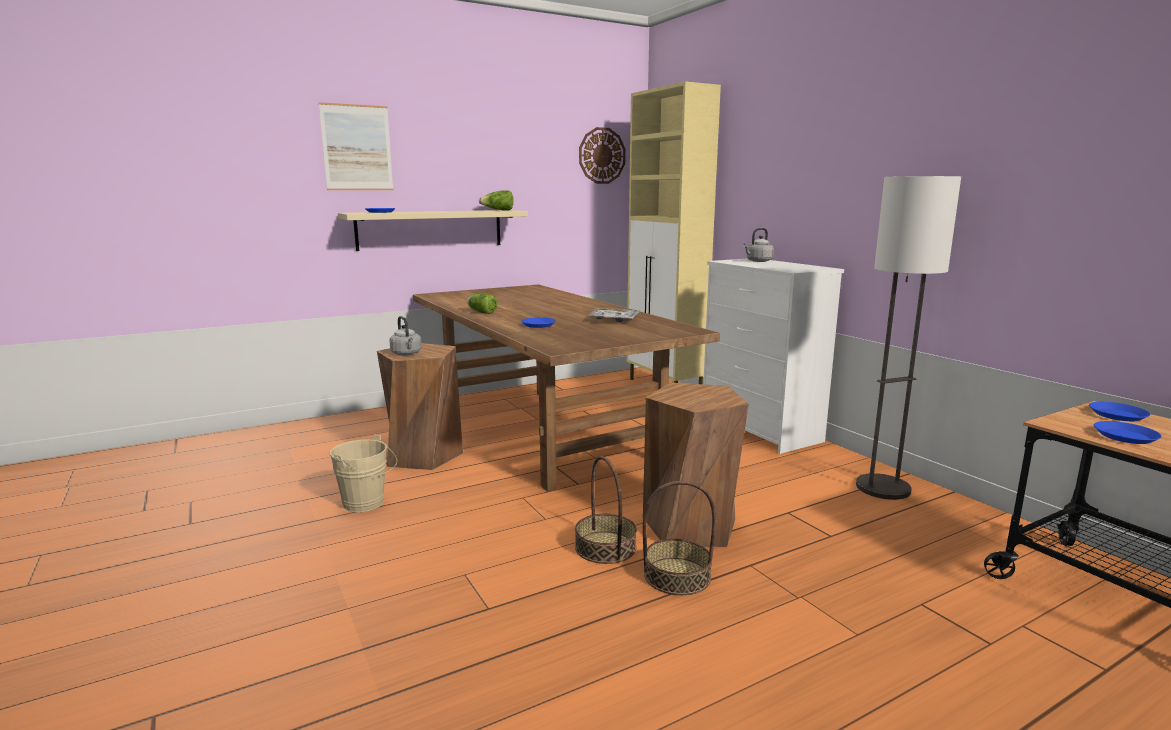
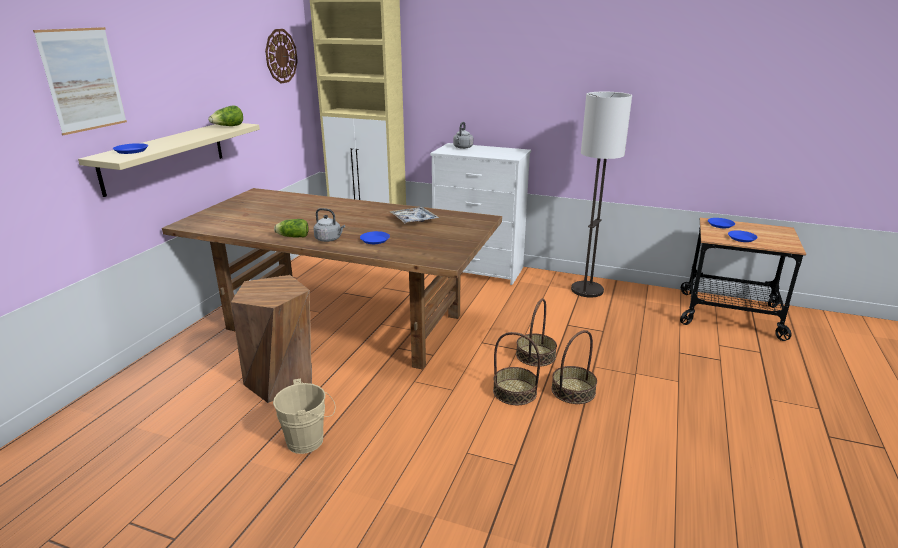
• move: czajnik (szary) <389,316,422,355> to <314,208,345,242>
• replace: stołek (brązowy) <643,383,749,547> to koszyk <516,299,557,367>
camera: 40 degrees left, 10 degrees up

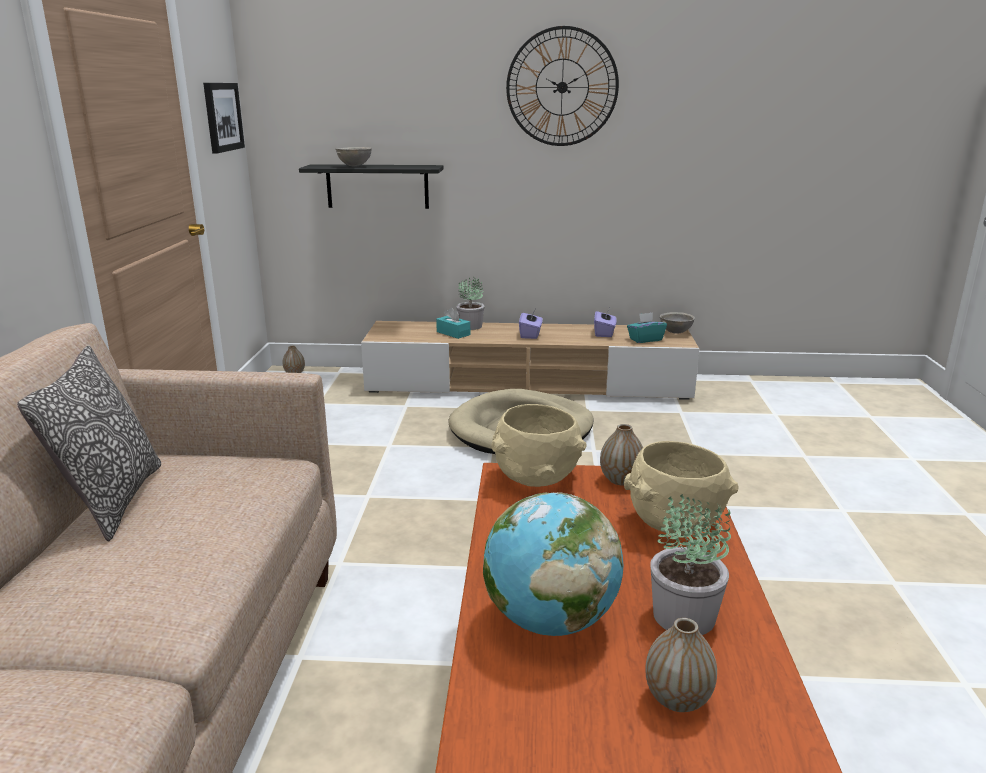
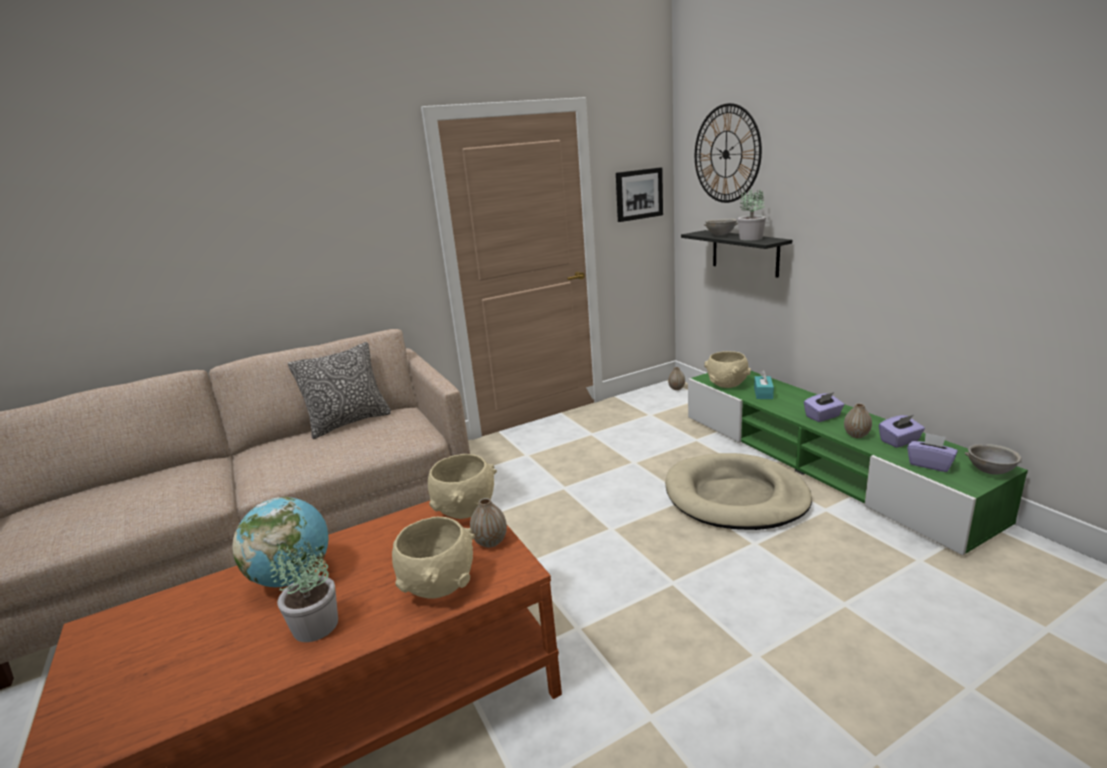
• recolor: szafka pod telewizor (beżowy) <361,321,700,400> to szafka pod telewizor (zielony) <688,371,1028,555>
• move: zegar ścienny <506,26,619,146> to <695,103,762,203>
• insert: miska (beżowy) <704,351,751,388>
• move: roślina doniczkowa <456,277,484,330> to <738,190,766,240>
• move: wazon <645,618,717,712> to <844,403,872,438>
• recolor: pudełko chusteczek (turkusowy) <627,312,667,343> to pudełko chusteczek (fioletowy) <907,433,958,472>
camera: 60 degrees right, 0 degrees up

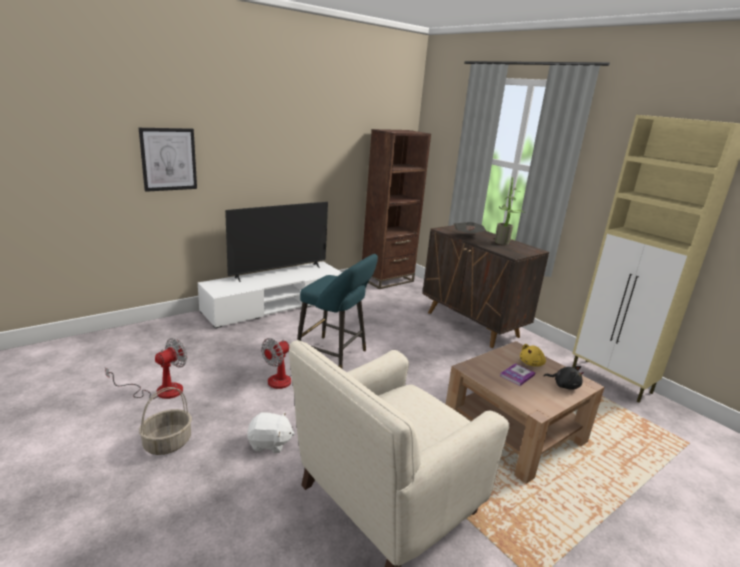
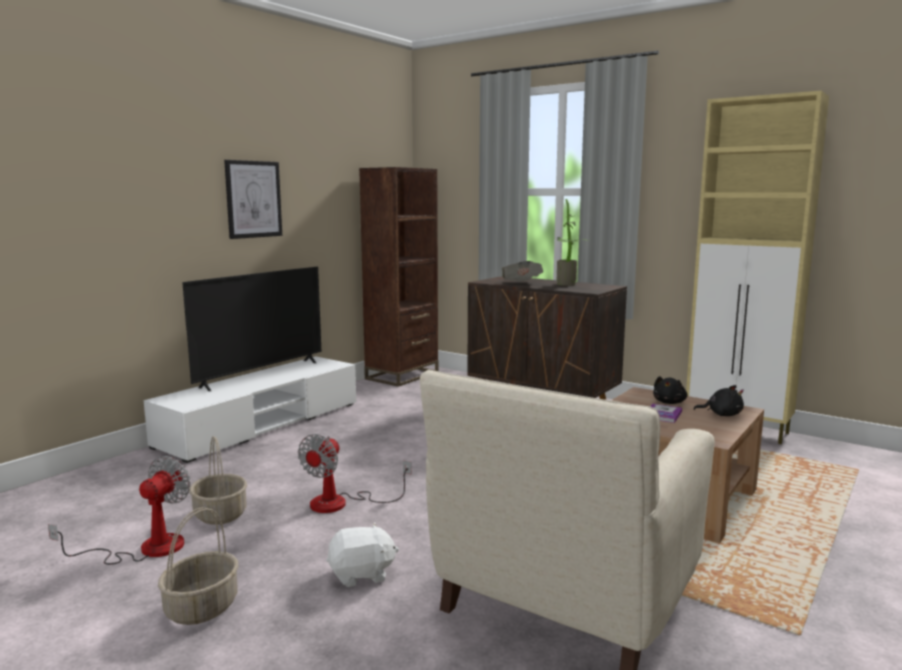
• insert: koszyk <189,436,247,525>
• move: obraz <139,128,197,192> to <224,160,282,239>
• recolor: pluszak (żółty) <520,344,546,367> to pluszak (czarny) <653,376,687,404>
• delete: stołek (turkusowy) <297,254,378,369>
camera: 15 degrees left, 10 degrees down

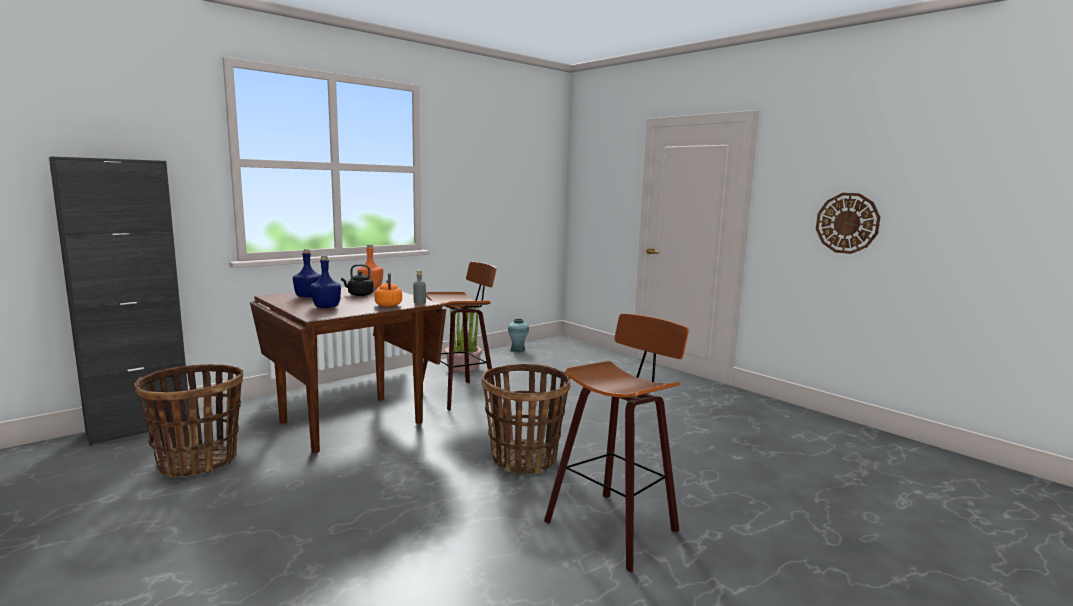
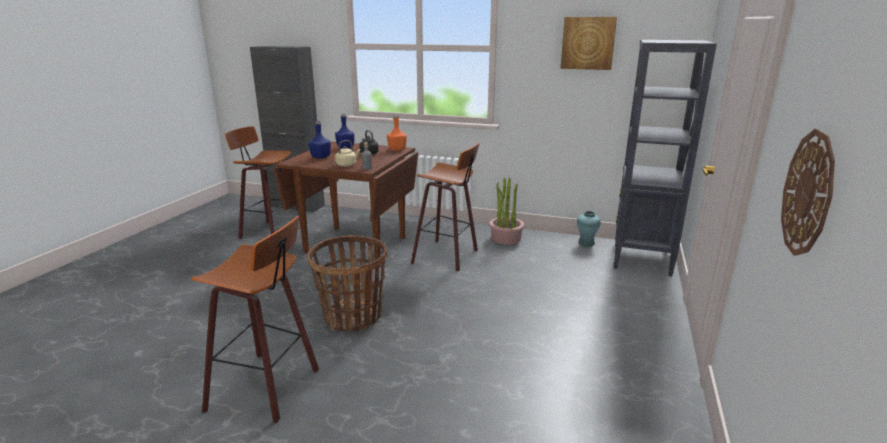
• replace: koszyk <134,364,243,478> to stołek <225,126,298,239>
• recolor: czajnik (pomarańczowy) <375,272,402,307> to czajnik (beżowy) <335,140,360,167>
• insert: obraz <560,17,617,70>
• insert: regał (czarny) <614,40,717,276>
camera: 60 degrees right, 10 degrees up

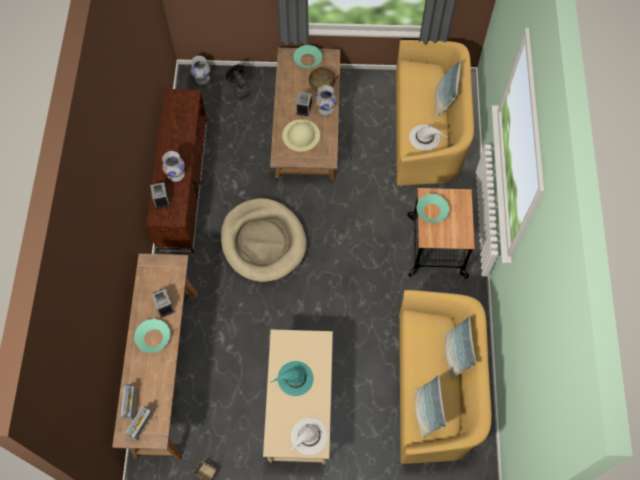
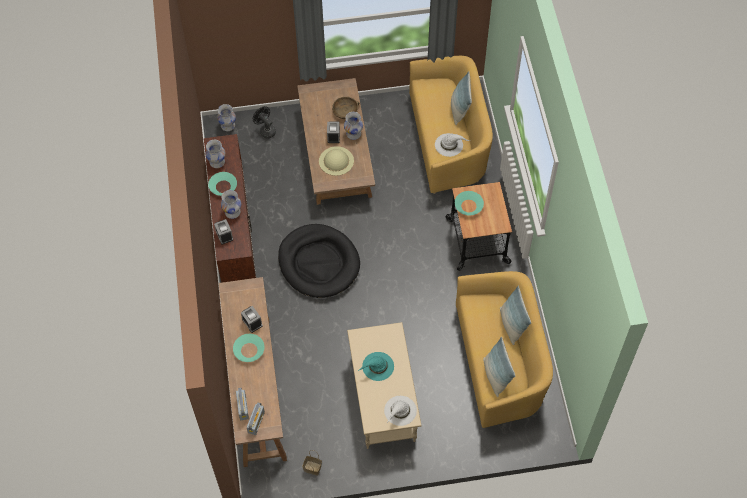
• insert: wazon (biały) <206,140,226,168>
• move: miska (turkusowy) <294,45,322,68> to <208,172,237,196>
• recolor: legowisko (beżowy) <221,198,307,282> to legowisko (czarny) <278,224,360,298>
camera: 10 degrees left, 5 degrees down

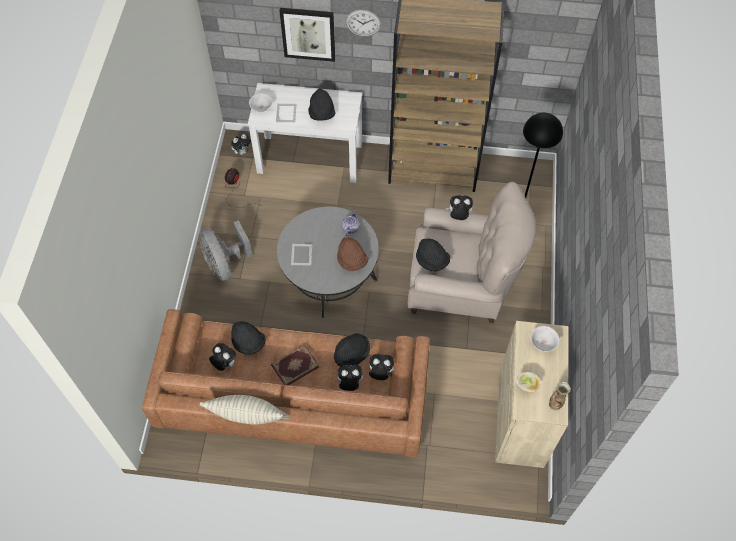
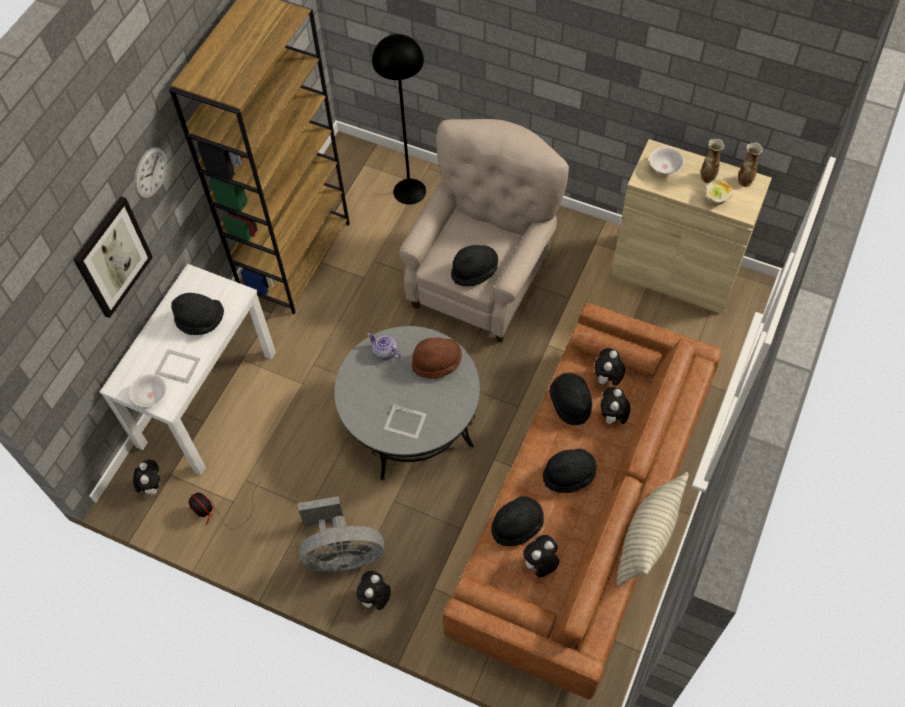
• move: pluszak <446,195,473,220> to <357,570,391,612>
• replace: książka <271,345,319,385> to kapelusz (czarny) <543,449,597,493>
• insert: wazon <701,139,725,183>
camera: 70 degrees left, 0 degrees up

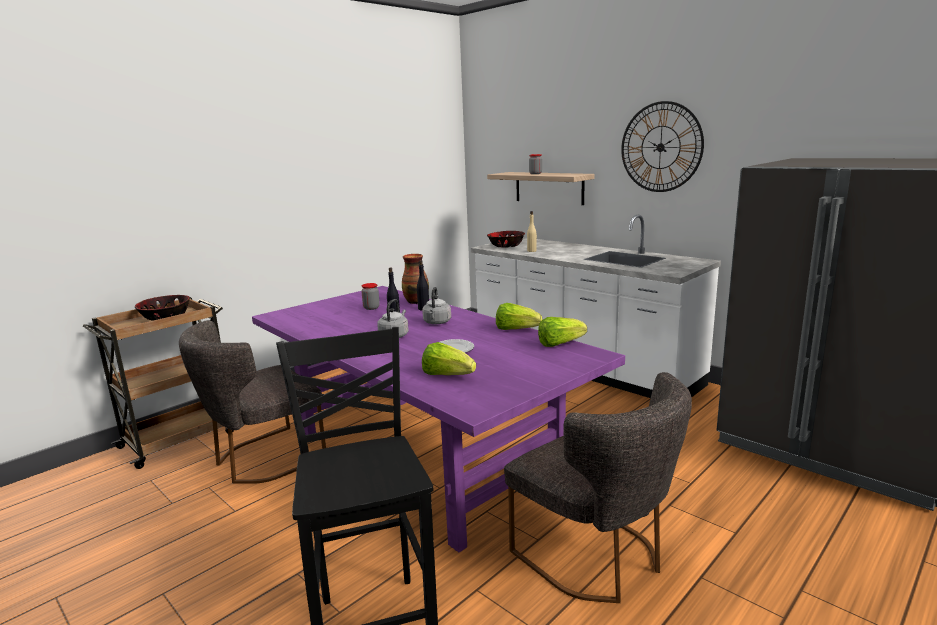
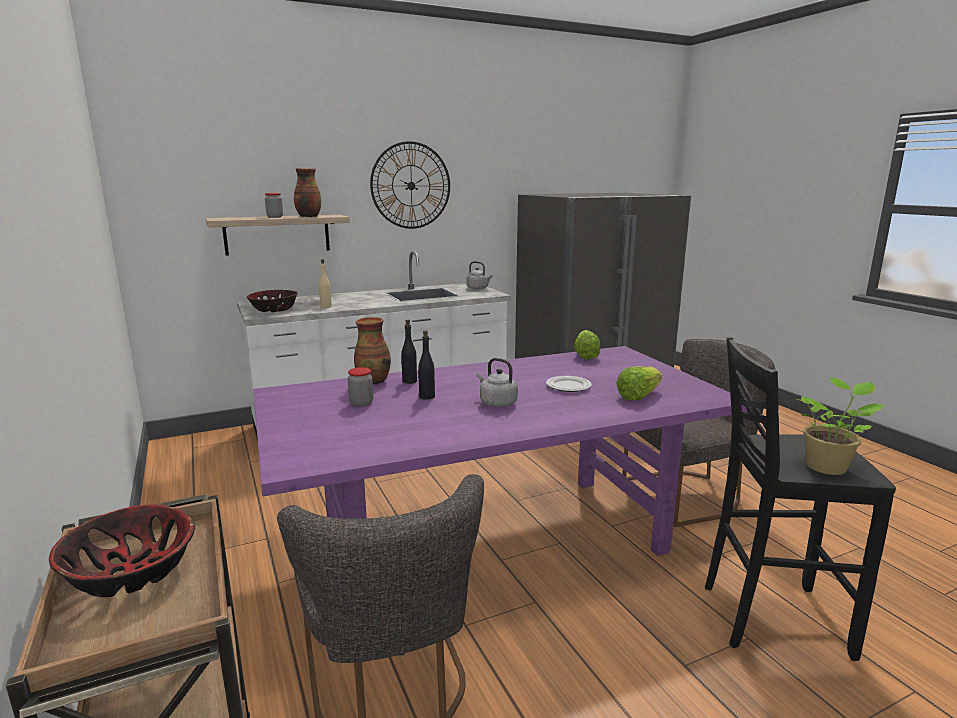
• insert: wazon <294,168,321,217>
• move: czajnik (szary) <422,287,451,324> to <467,261,493,290>
• insert: roślina doniczkowa <796,377,884,475>
• delete: sałata <496,303,542,330>
camera: 70 degrees left, 0 degrees up

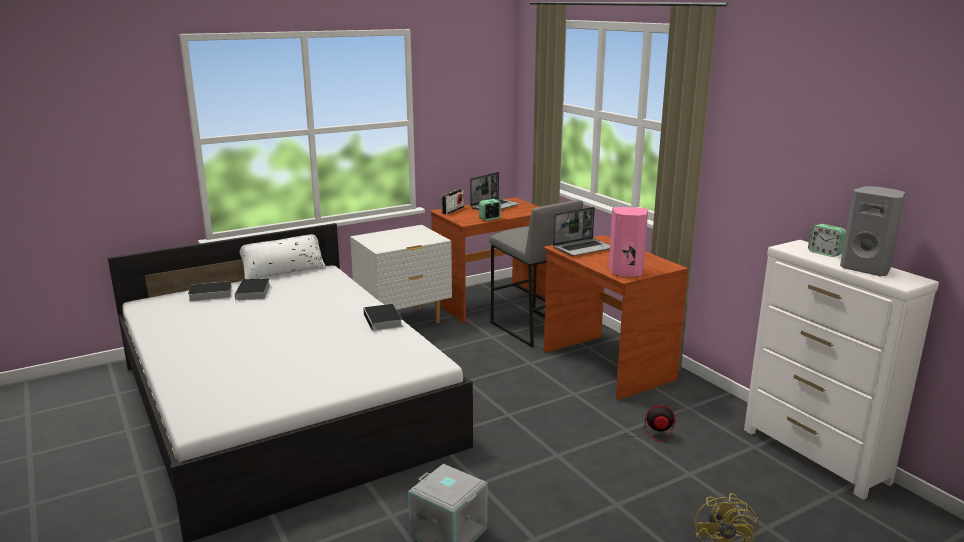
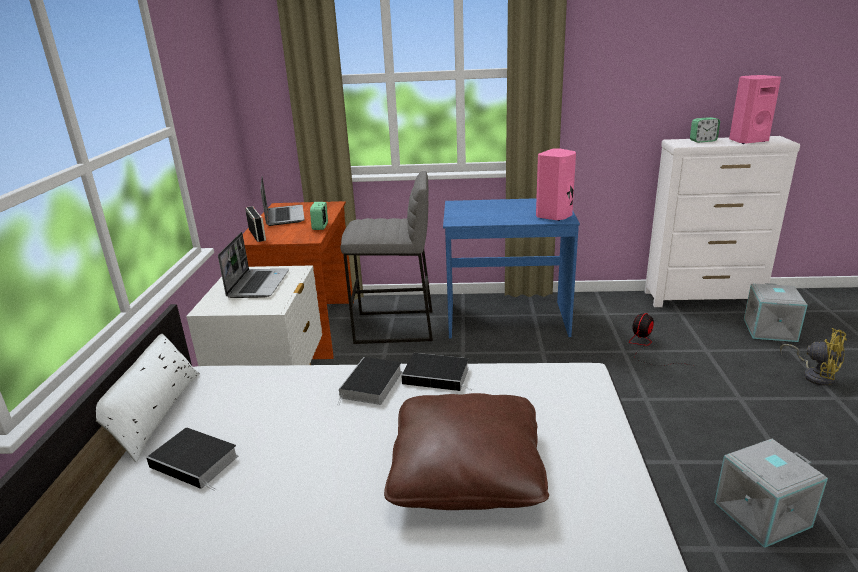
• move: laptop <553,207,610,256> to <218,232,289,298>
• move: książka <185,281,231,301> to <338,357,402,405>
• insert: poduszka (brązowy) <384,393,549,510>
• recolor: biurko (brązowy) <544,235,688,400> to biurko (niebieski) <443,198,580,339>
• recolor: głośnik (szary) <840,186,905,277> to głośnik (różowy) <729,75,781,144>
• insert: pojemnik do przechowywania (szary) <744,283,808,342>
camera: 55 degrees left, 5 degrees up

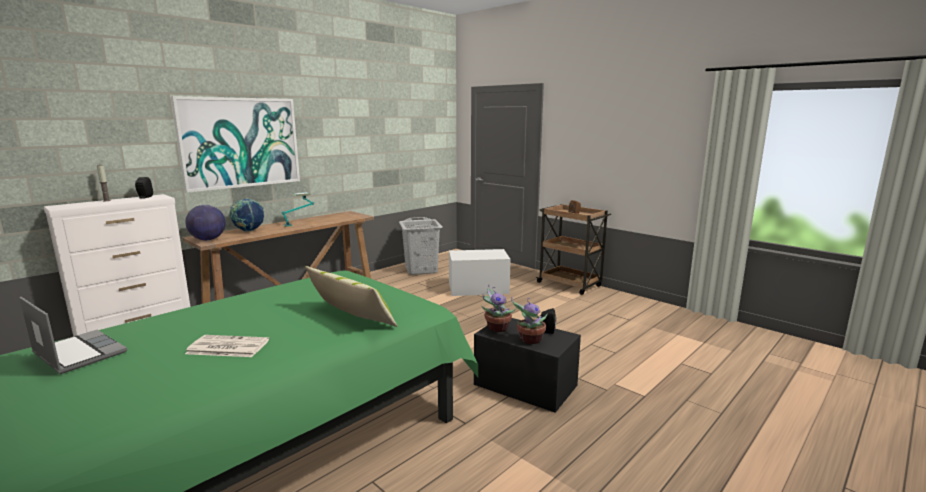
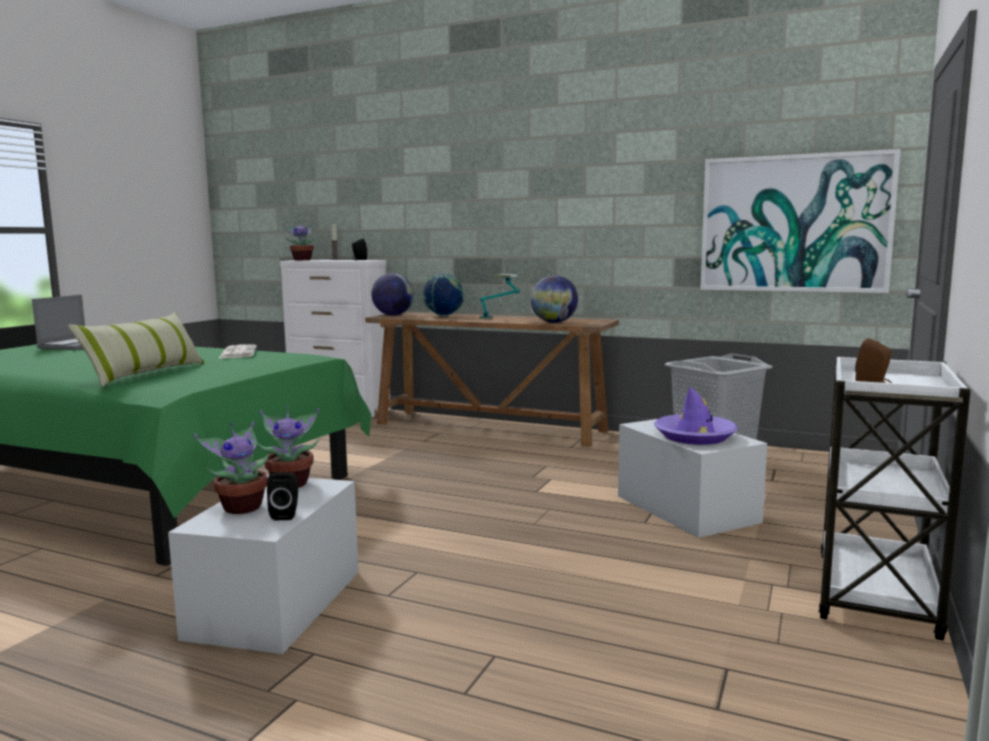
• recolor: pojemnik do przechowywania (czarny) <474,318,581,413> to pojemnik do przechowywania (biały) <168,475,359,654>
• move: gazeta <185,335,269,357> to <218,344,257,359>
• insert: roślina doniczkowa <283,220,316,260>
• insert: globus <531,275,578,323>
• insert: kapelusz (fioletowy) <654,387,738,445>
• move: obraz <171,96,300,193> to <700,149,901,293>
• recolor: wózek (brązowy) <536,204,611,295> to wózek (biały) <819,356,971,640>
camera: 70 degrees right, 5 degrees down

